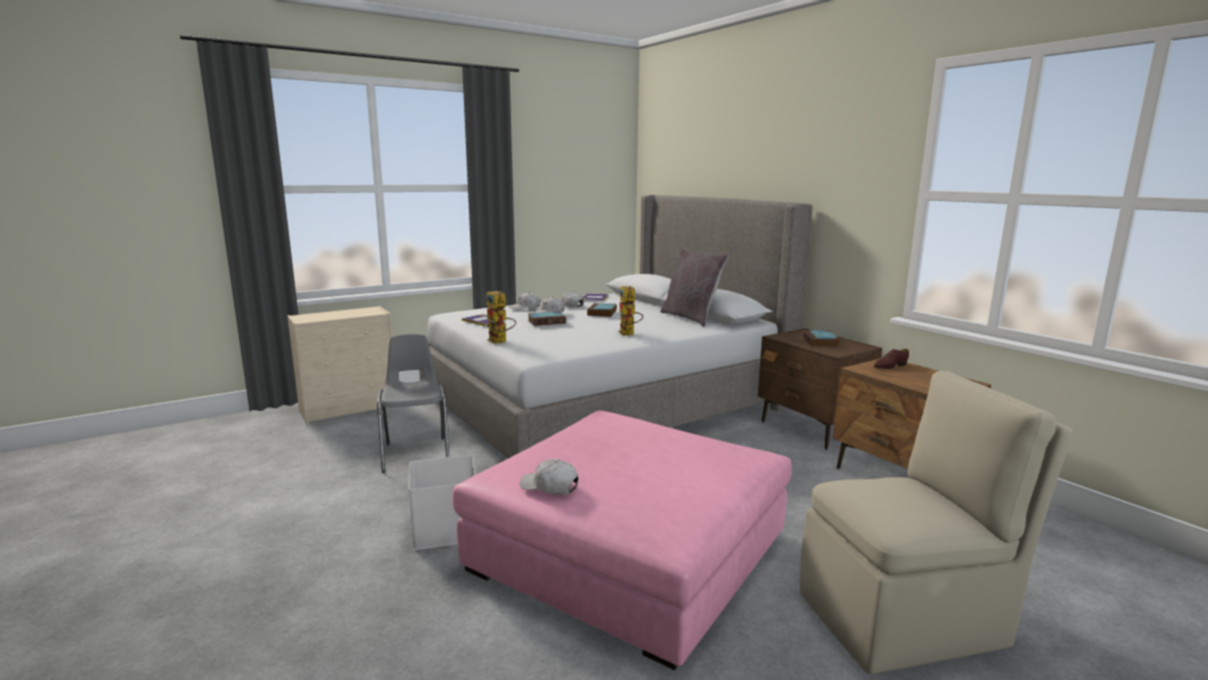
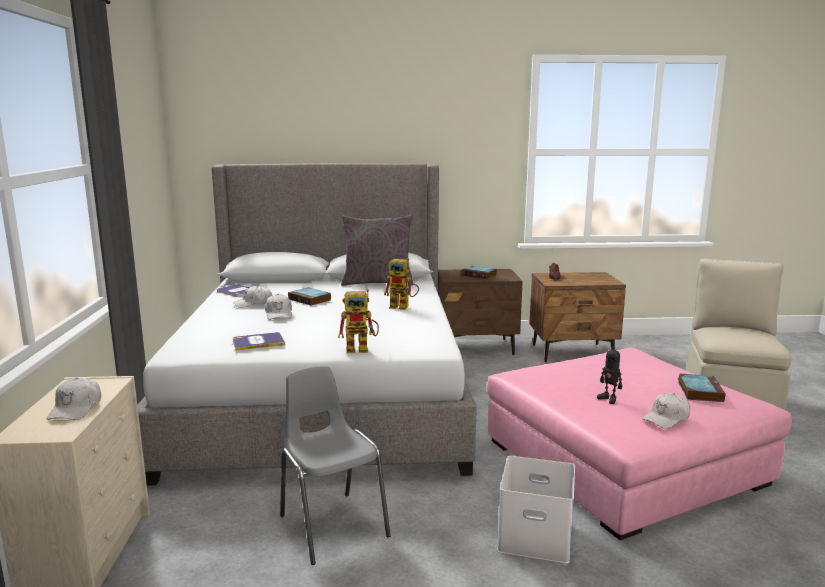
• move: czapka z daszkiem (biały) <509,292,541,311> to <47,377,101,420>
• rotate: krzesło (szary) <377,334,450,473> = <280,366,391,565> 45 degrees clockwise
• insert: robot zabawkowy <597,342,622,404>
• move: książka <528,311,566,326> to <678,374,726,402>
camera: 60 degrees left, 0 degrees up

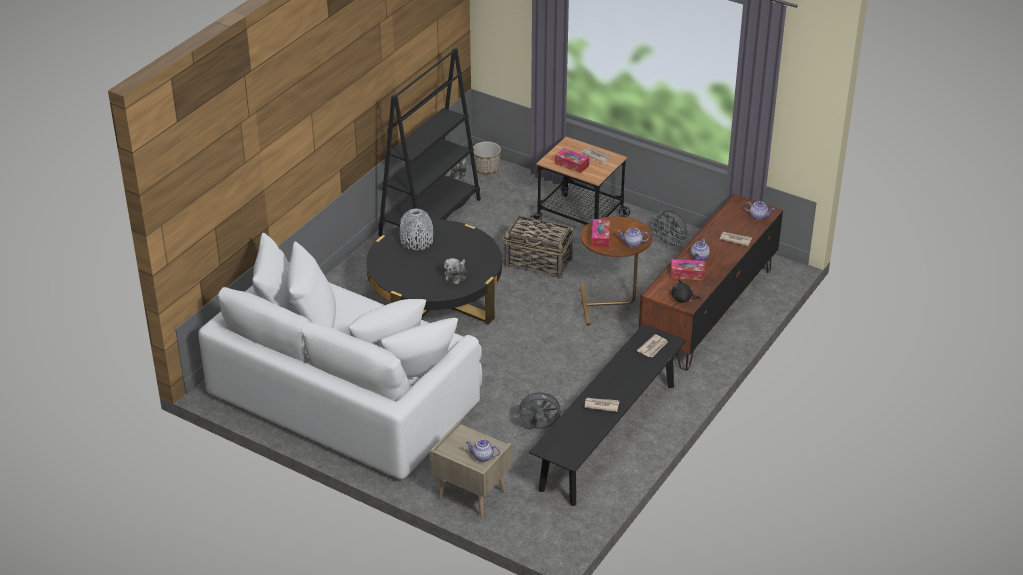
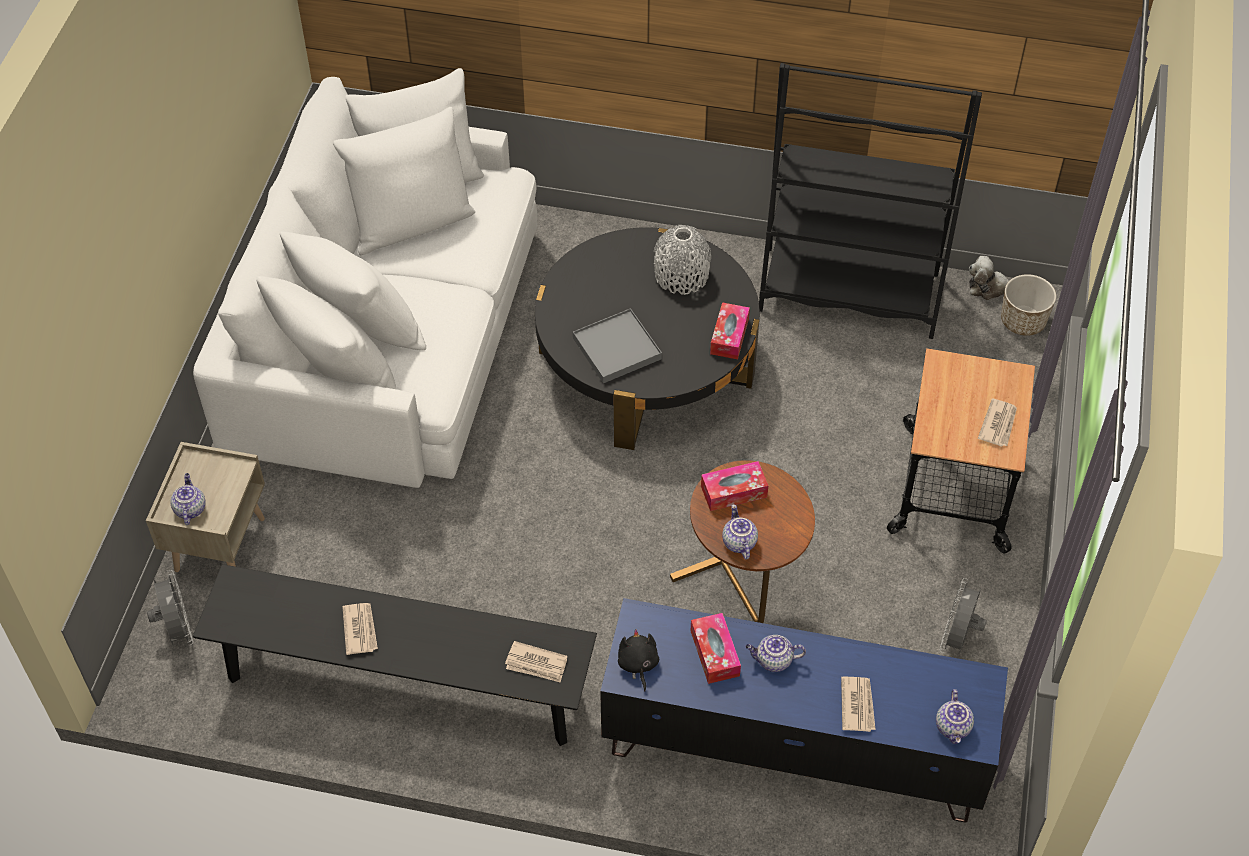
• move: wentylator (szary) <517,389,563,429> to <147,570,193,646>
• replace: pluszak <444,258,467,284> to taca (szary) <573,308,662,383>
• recolor: szafka pod telewizor (brązowy) <639,194,783,371> to szafka pod telewizor (niebieski) <600,598,1008,823>
• move: pudełko chusteczek <555,148,589,173> to <710,302,750,359>
• delete: koszyk <503,216,574,279>
camera: 70 degrees right, 15 degrees up

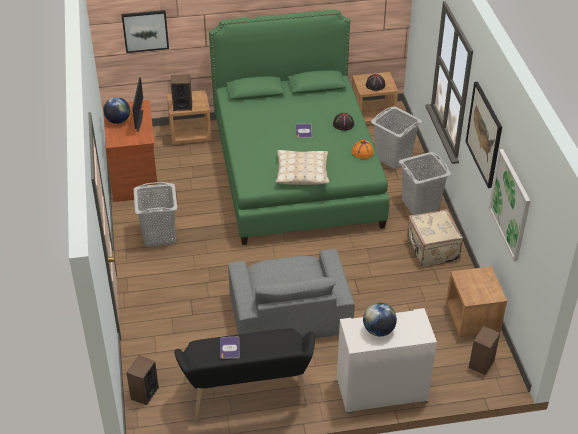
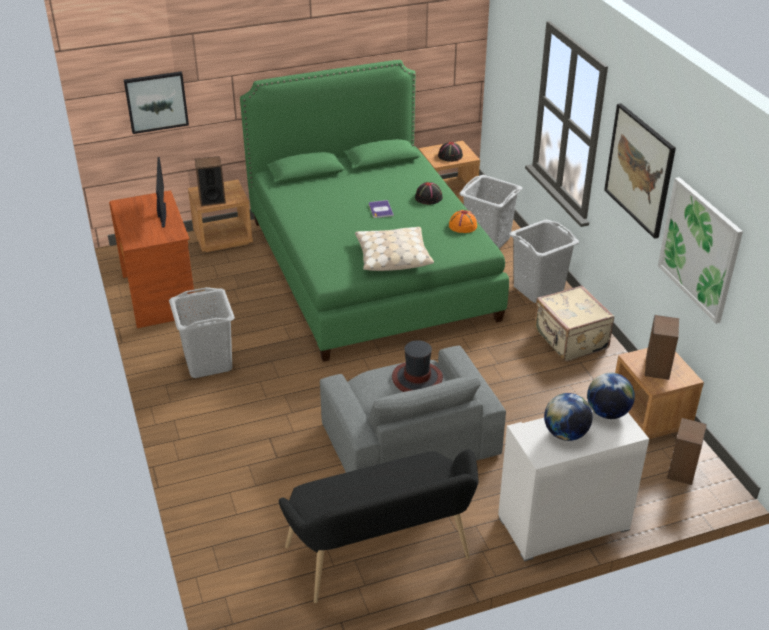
• insert: kapelusz <392,340,443,392>
• move: globus <103,97,130,124> to <587,373,635,419>
• move: głośnik <126,356,159,405> to <645,315,679,380>
• delete: książka <220,336,239,359>
camera: 10 degrees left, 5 degrees down

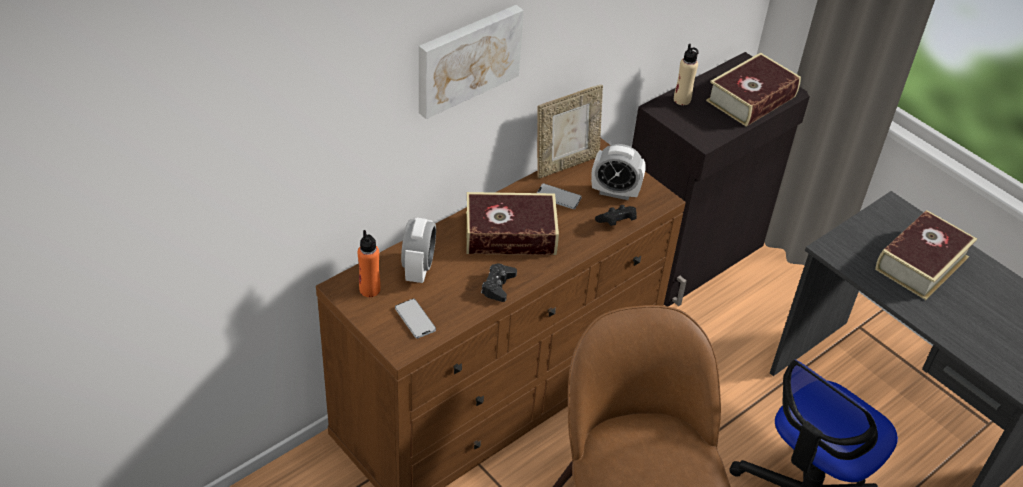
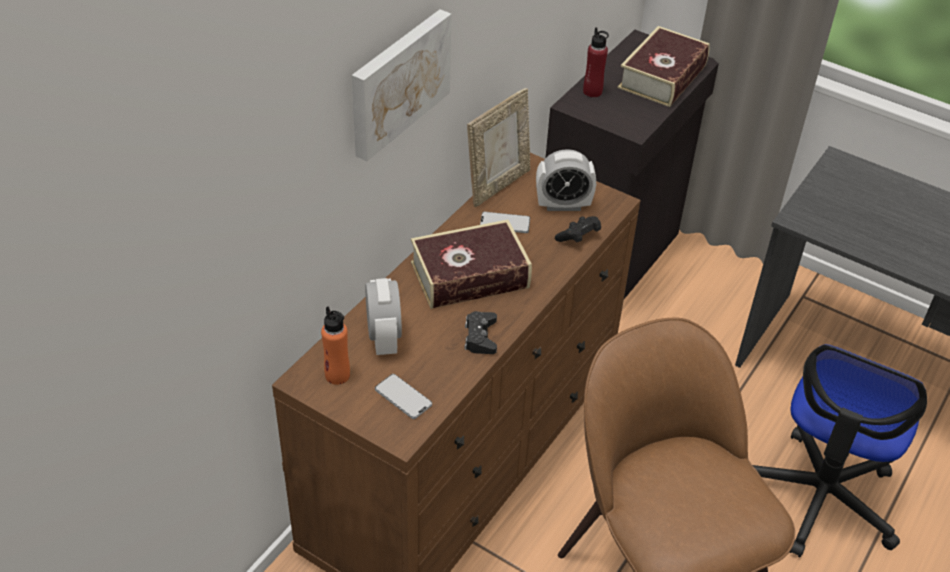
• recolor: butelka (beżowy) <674,44,699,105> to butelka (czerwony) <583,27,609,97>
• delete: książka <875,210,977,300>
camera: 15 degrees left, 0 degrees up

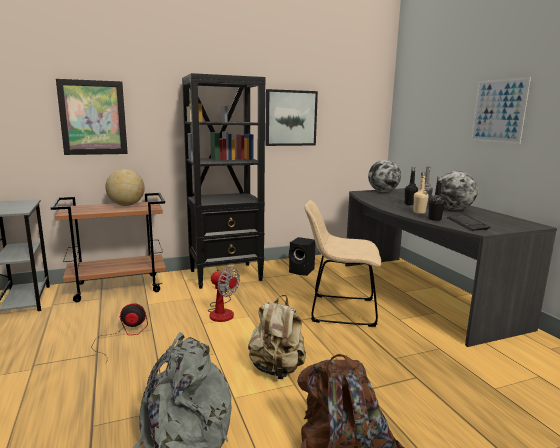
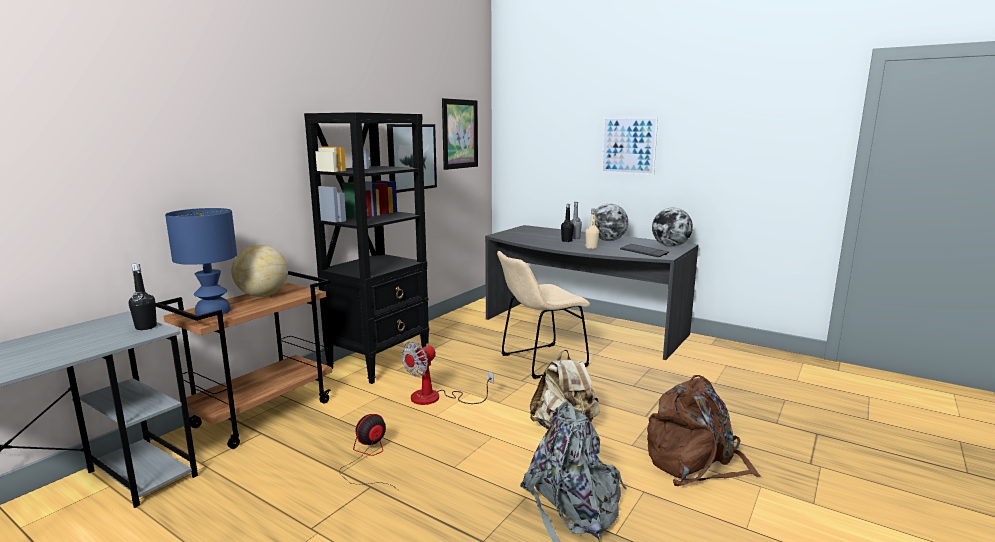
• move: butelka (czarny) <429,176,445,221> to <128,263,157,330>
• insert: lampa stołowa (niebieski) <165,208,237,316>
• rotate: wentylator <208,266,240,322> = <401,341,494,405> 135 degrees clockwise
• move: obraz <56,79,128,155> to <442,98,478,170>
• move: globus <368,160,401,192> to <652,208,693,247>
• delete: głośnik (czarny) <289,237,316,276>
camera: 35 degrees left, 0 degrees up

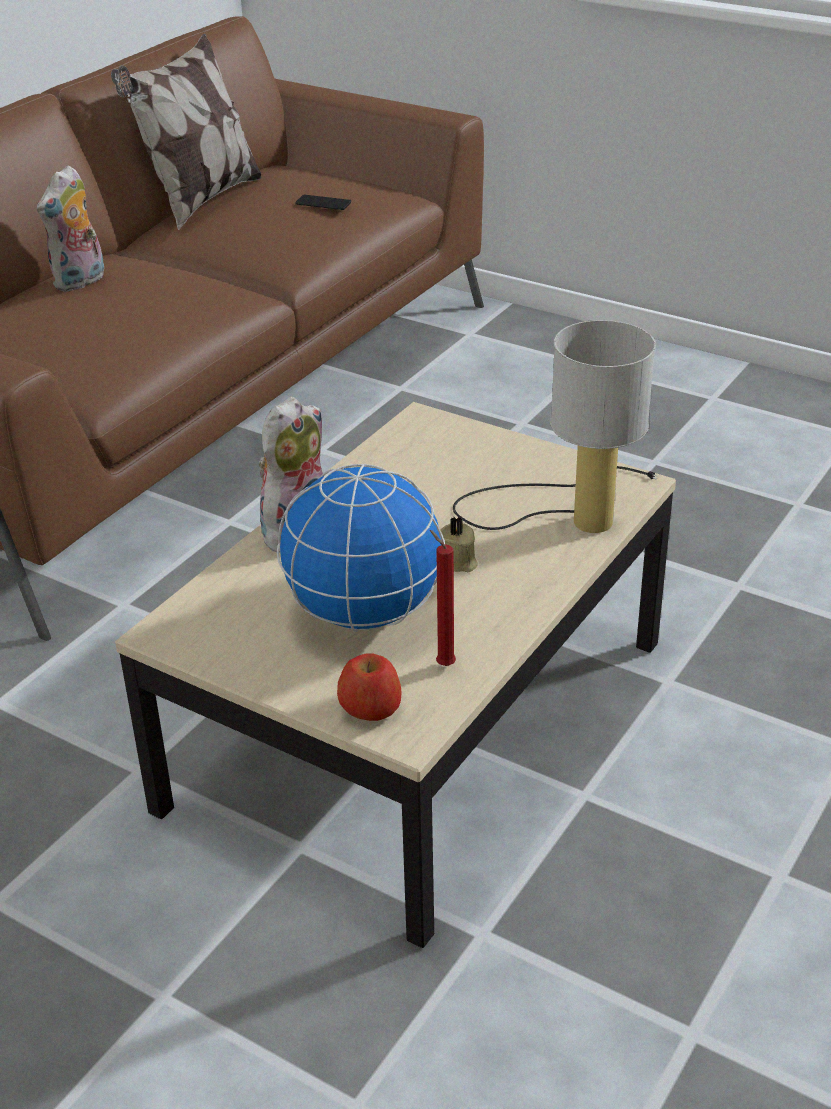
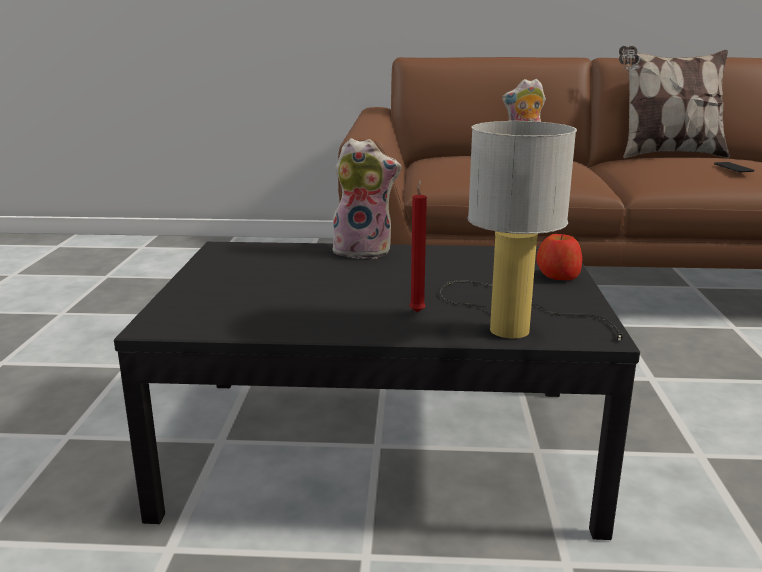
• recolor: ława (beżowy) <115,402,676,948> to ława (czarny) <114,242,640,540>
• move: świeca (czerwony) <430,530,456,666> to <409,179,427,313>
• move: jabłko <337,653,402,721> to <536,234,582,280>
• delete: globus <277,464,445,632>
• delete: świeca (beżowy) <440,516,478,572>
camera: 60 degrees right, 15 degrees down

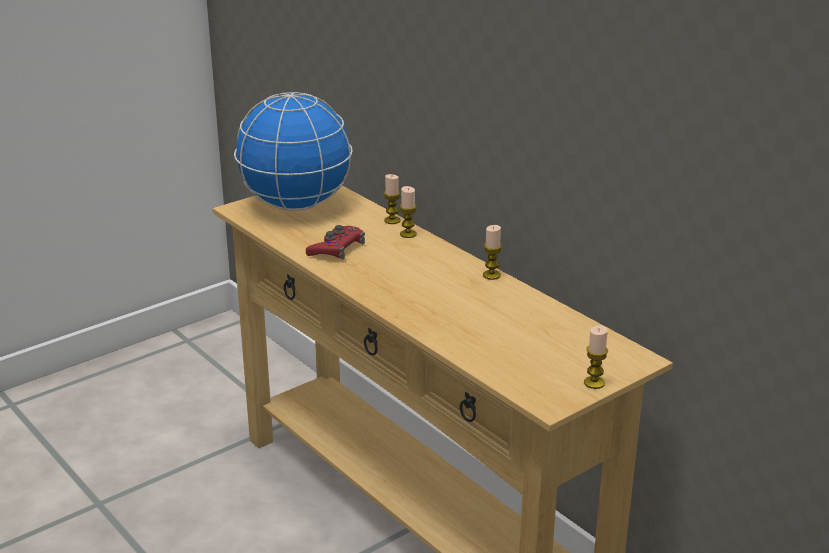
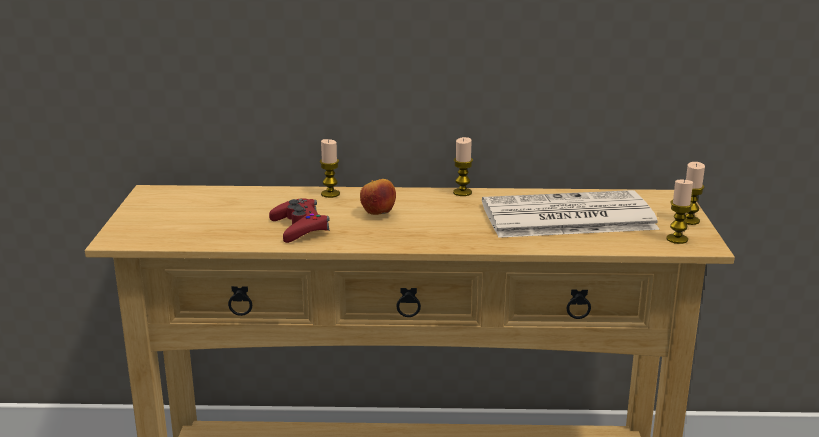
• insert: jabłko <360,179,396,215>
• insert: gazeta <482,190,660,238>
• move: świeca <384,174,400,224> to <666,180,693,244>
• delete: globus <234,92,353,211>
camera: 50 degrees left, 5 degrees down

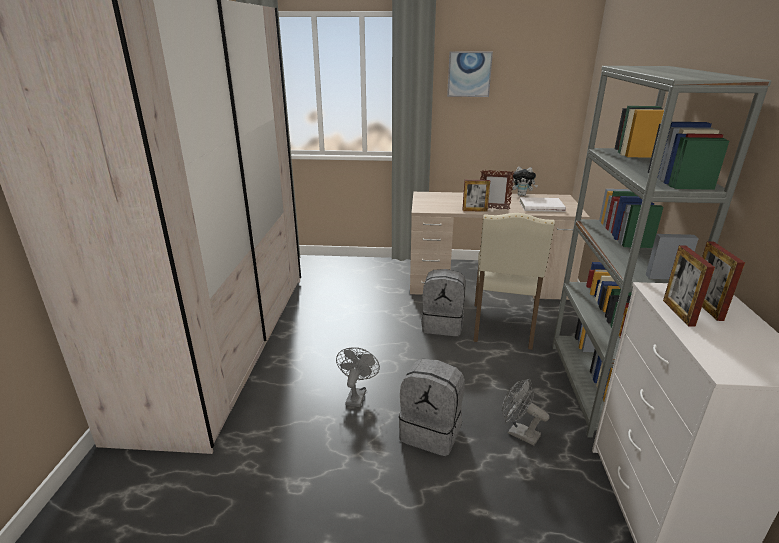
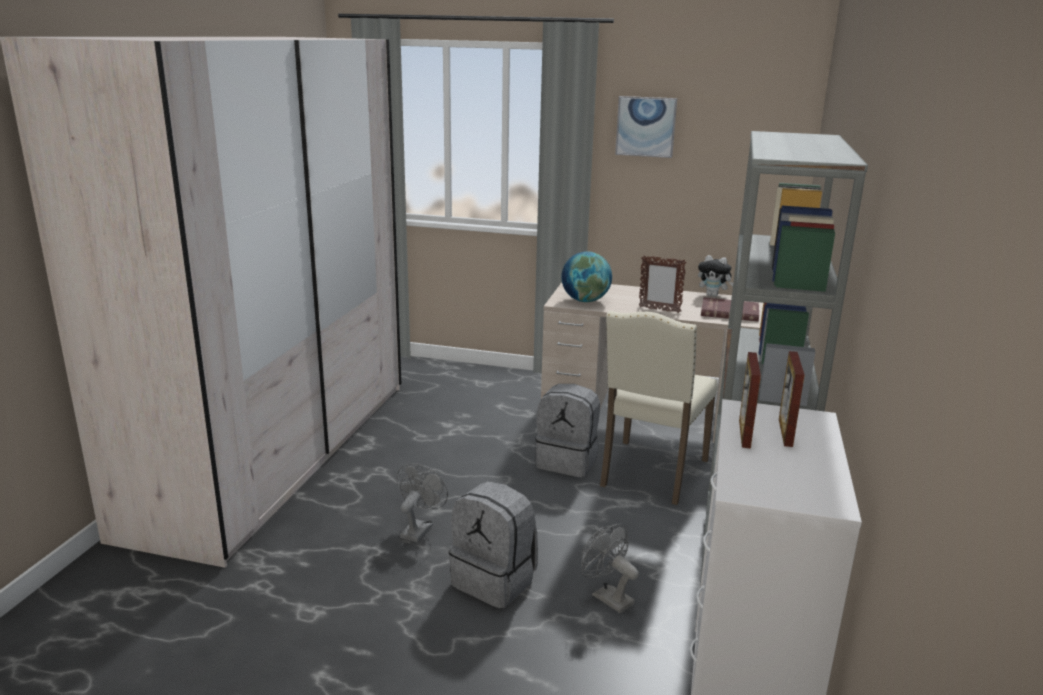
• insert: globus <561,251,612,302>
• recolor: książka (biały) <519,197,566,212> to książka (czerwony) <701,297,759,322>
• delete: ramka na zdjęcie <462,180,490,212>
camera: 10 degrees right, 5 degrees down

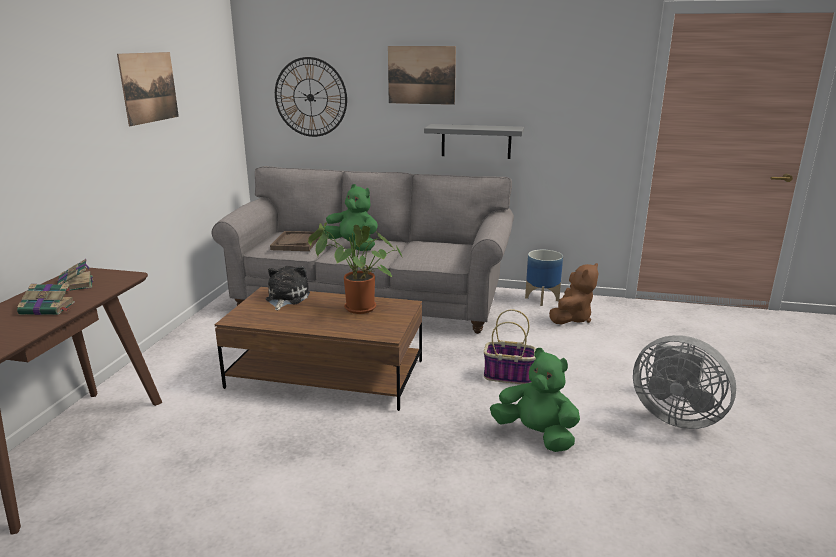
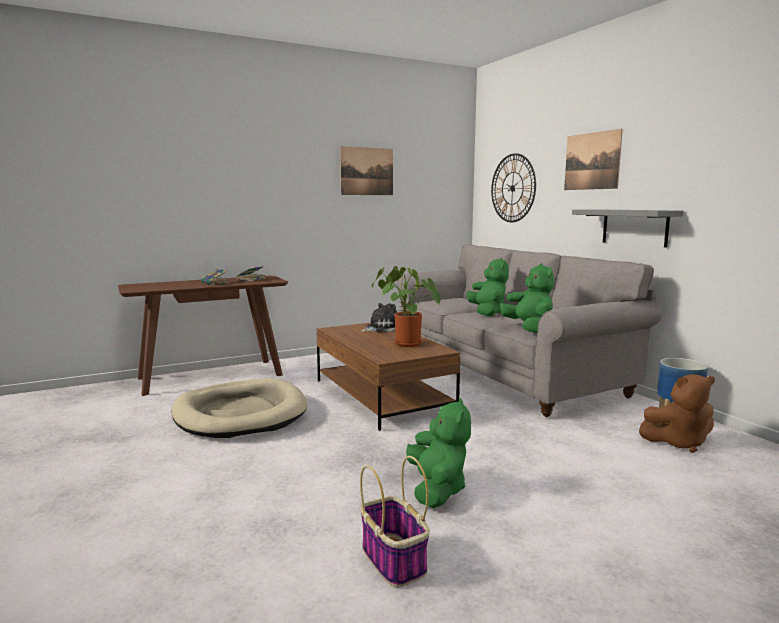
• insert: legowisko (beżowy) <172,378,308,438>
• move: koszyk <484,309,536,384> to <360,456,430,588>
• insert: pluszak (zielony) <500,264,554,333>
• delete: taca (brązowy) <270,231,321,251>
• delete: wentylator (szary) <633,335,736,429>
camera: 50 degrees right, 10 degrees down

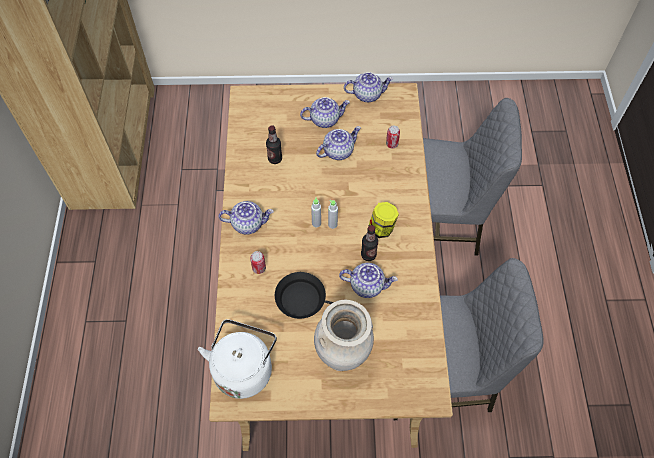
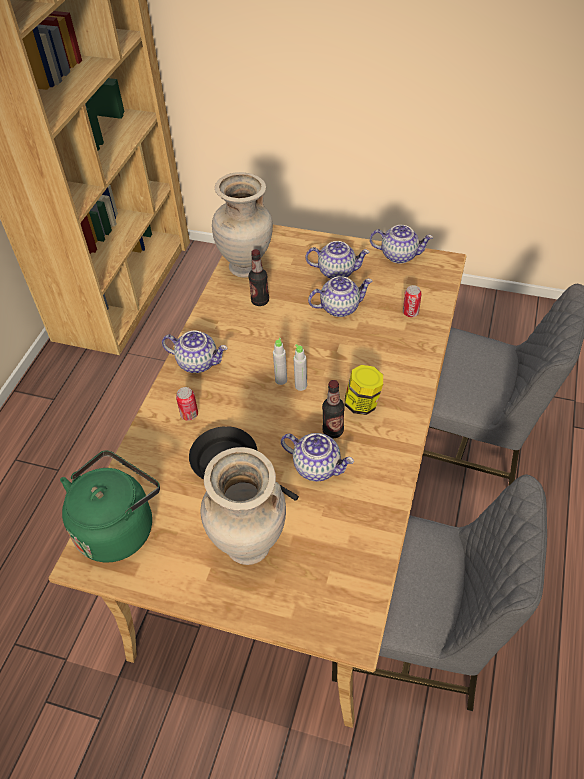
• recolor: czajnik (biały) <198,319,277,399> to czajnik (zielony) <60,450,160,563>
• insert: wazon (beżowy) <212,172,273,278>
camera: 20 degrees right, 10 degrees down

